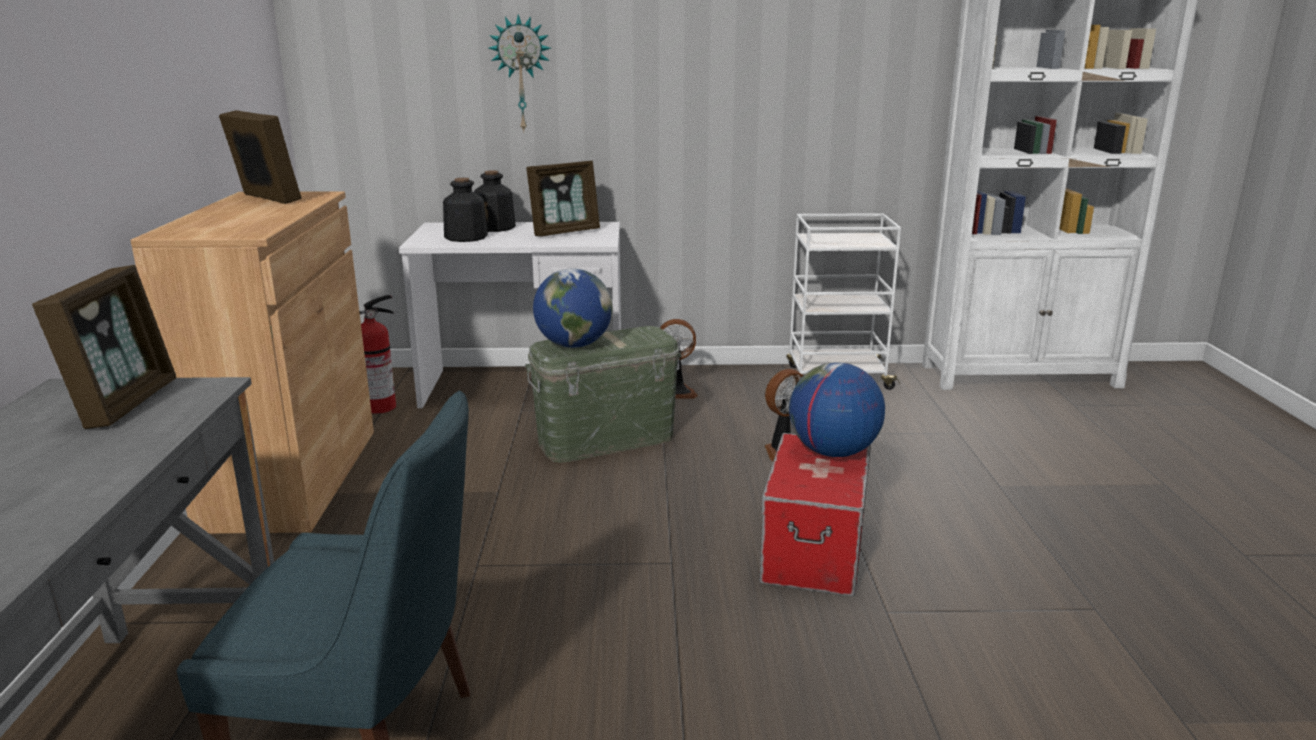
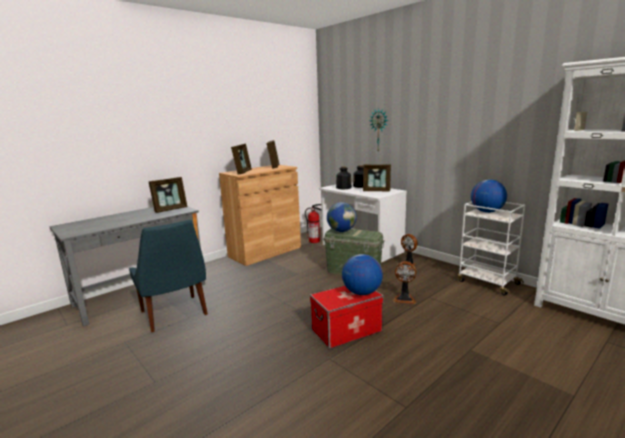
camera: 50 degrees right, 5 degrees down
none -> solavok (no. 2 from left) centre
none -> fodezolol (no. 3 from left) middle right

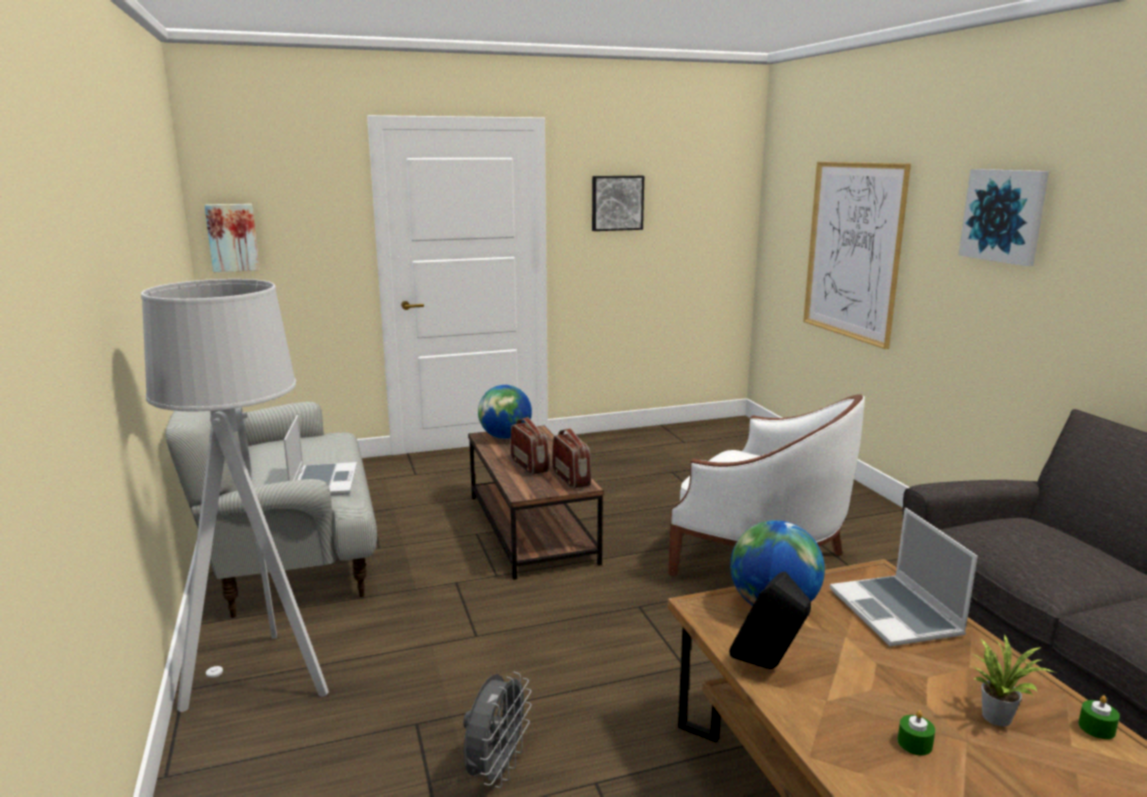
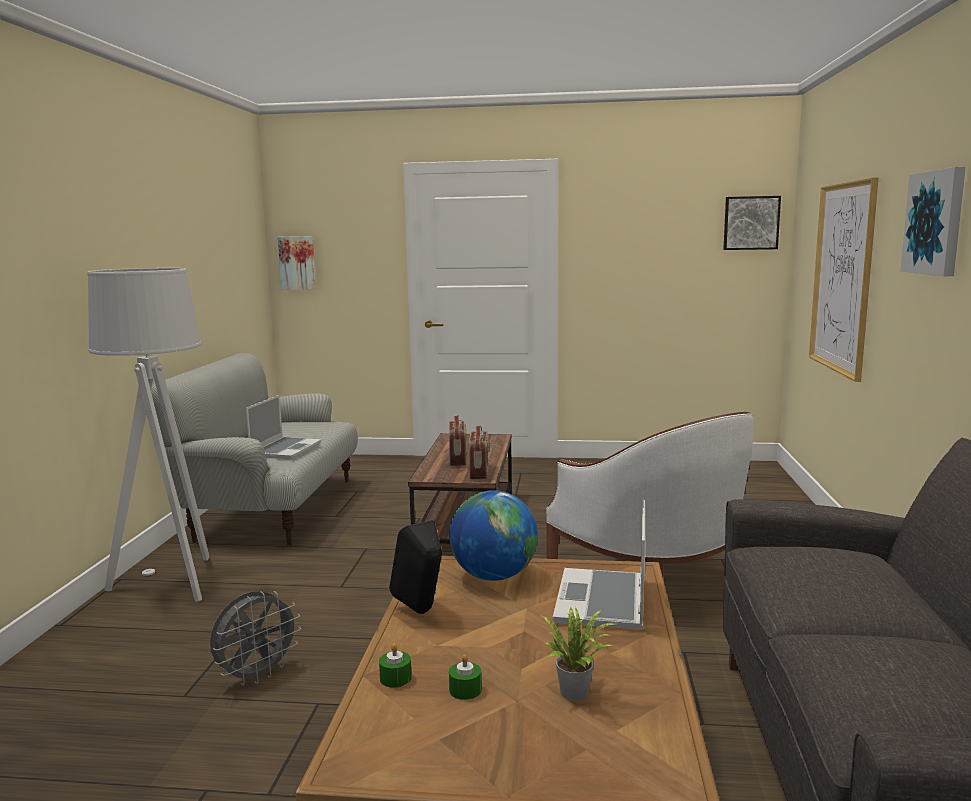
camera: 25 degrees right, 5 degrees down
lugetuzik (no. 2 from left) top centre -> lugetuzik (no. 2 from left) top right, shifted
fodezolol (no. 1 from left) centre -> none
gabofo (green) (no. 2 from left in the first image) bottom right -> gabofo (green) (no. 1 from left) bottom centre, shifted

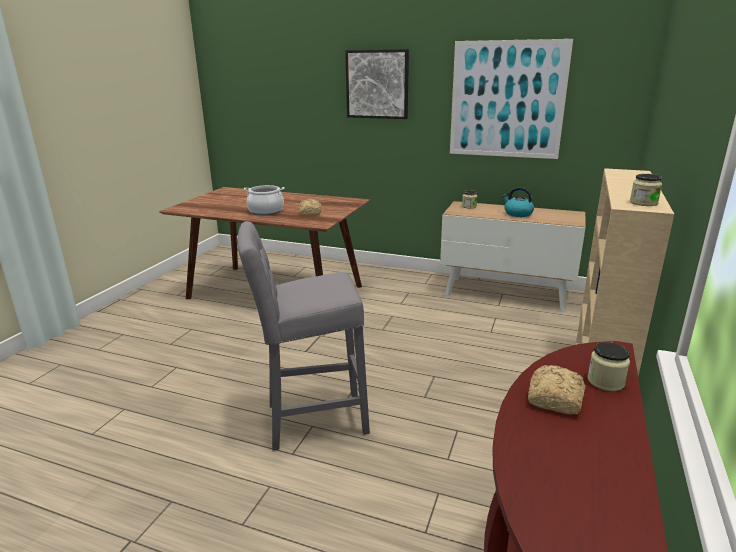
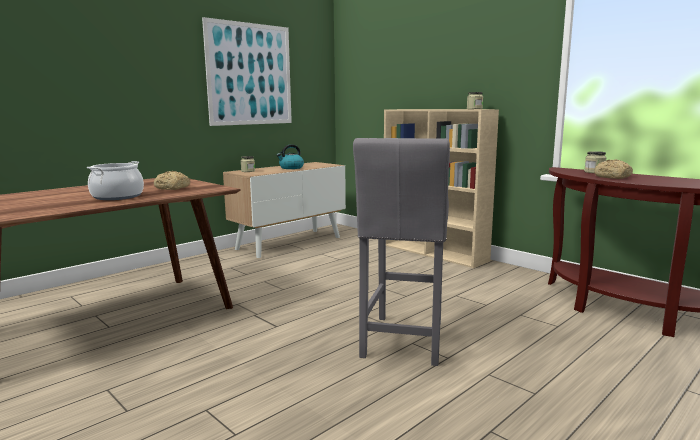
camera: 65 degrees left, 10 degrees down
lugetuzik (no. 1 from left) top centre -> none

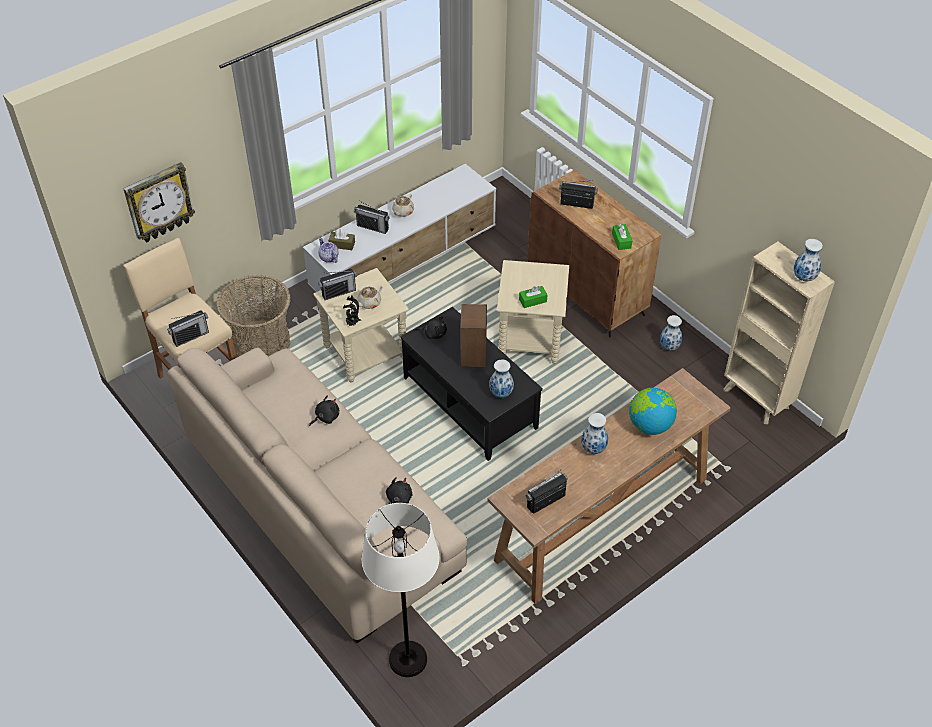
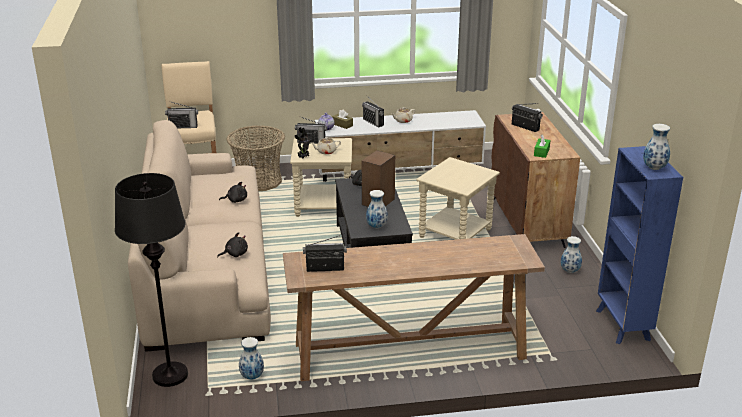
camera: 30 degrees right, 20 degrees down
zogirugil top left -> none
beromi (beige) middle right -> beromi (blue) middle right
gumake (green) (no. 1 from left) centre -> none
fodezolol middle right -> none
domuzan (no. 2 from left in the first image) centre -> domuzan (no. 1 from left) bottom centre, shifted
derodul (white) bottom centre -> derodul (black) bottom left

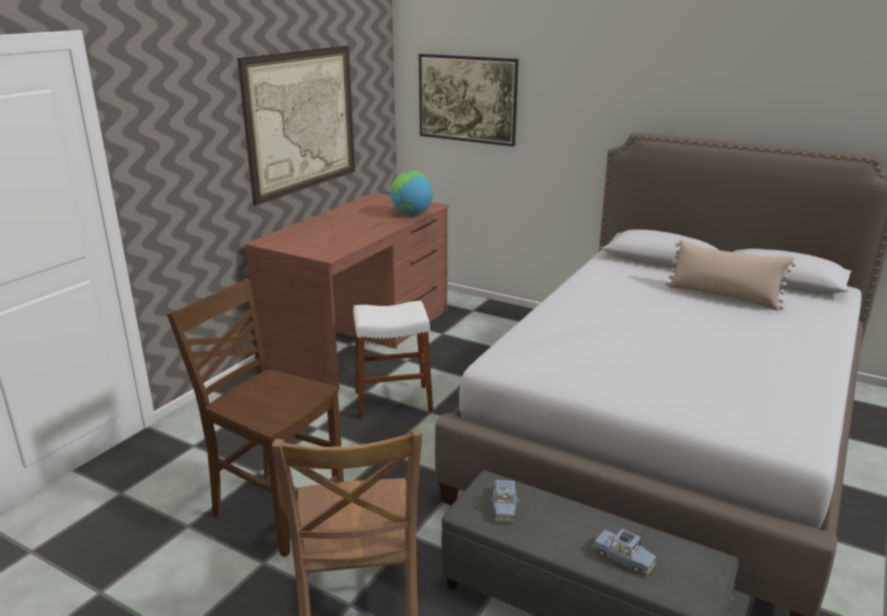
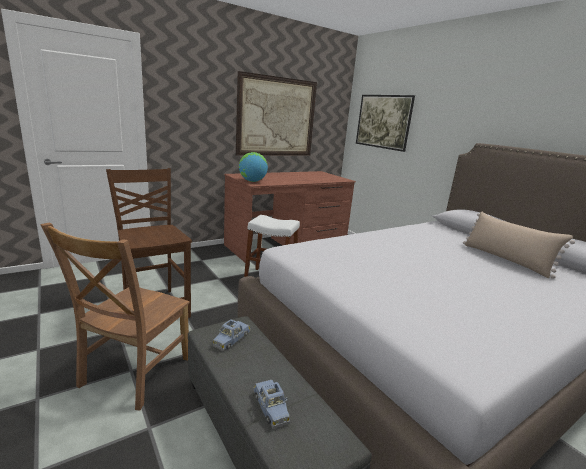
camera: 25 degrees right, 5 degrees down
fodezolol top centre -> fodezolol centre, shifted

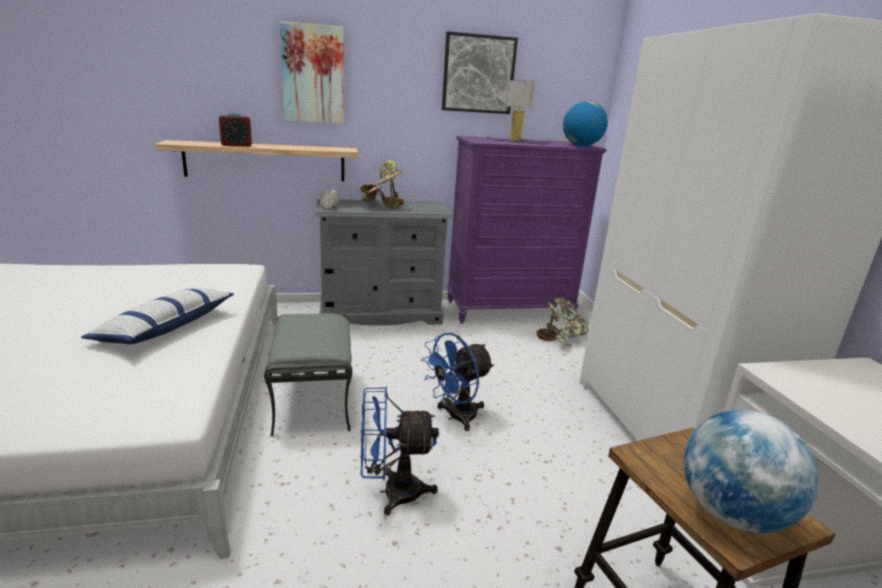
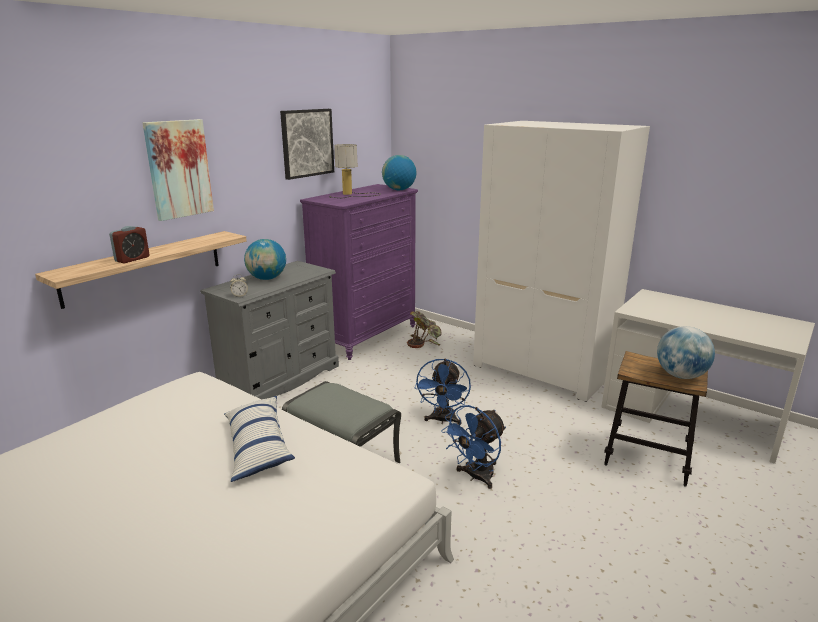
camera: 40 degrees left, 0 degrees up
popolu (no. 1 from left) top centre -> fodezolol (no. 1 from left) middle left

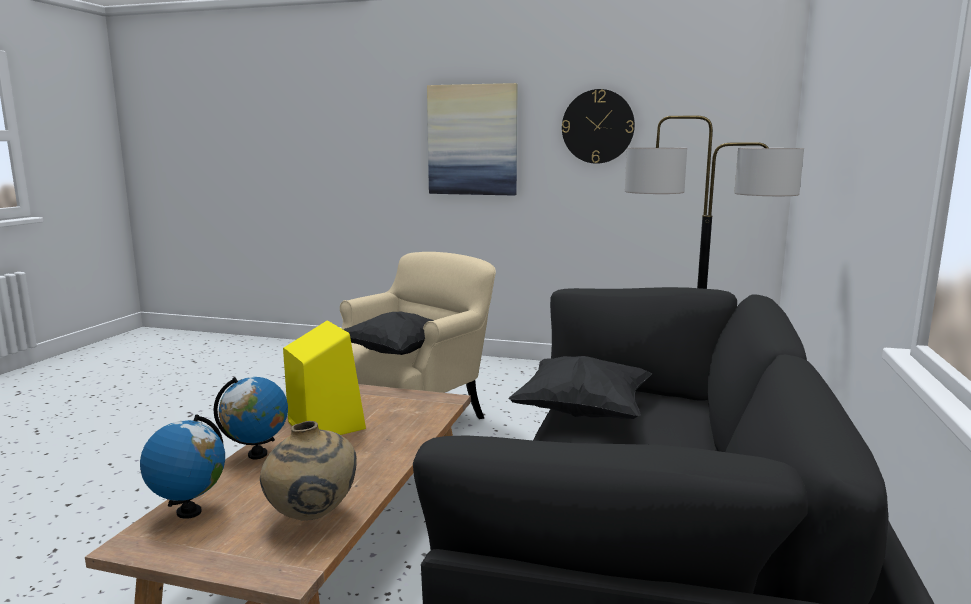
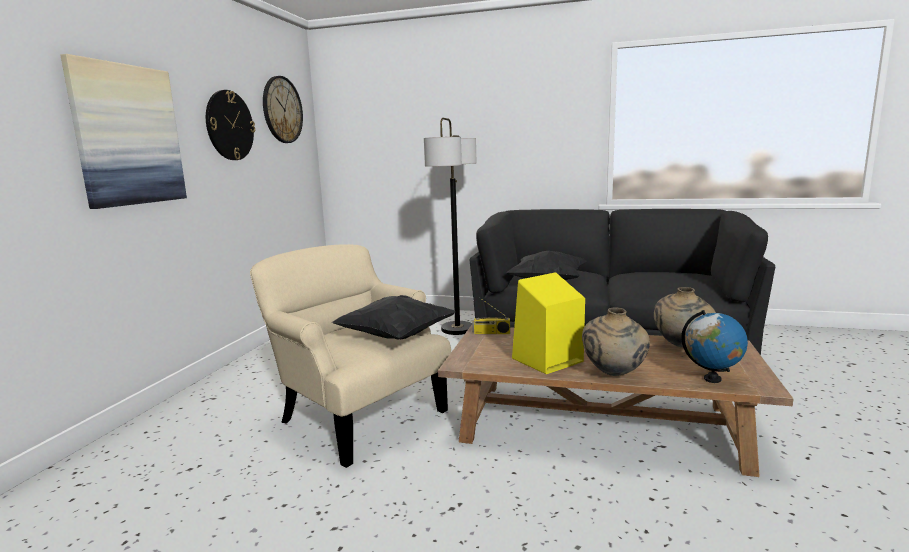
camera: 90 degrees left, 0 degrees up
fodezolol (no. 2 from left) bottom left -> domuzan (beige) (no. 1 from left) middle right
none -> zogirugil (no. 2 from left) top left
none -> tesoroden centre

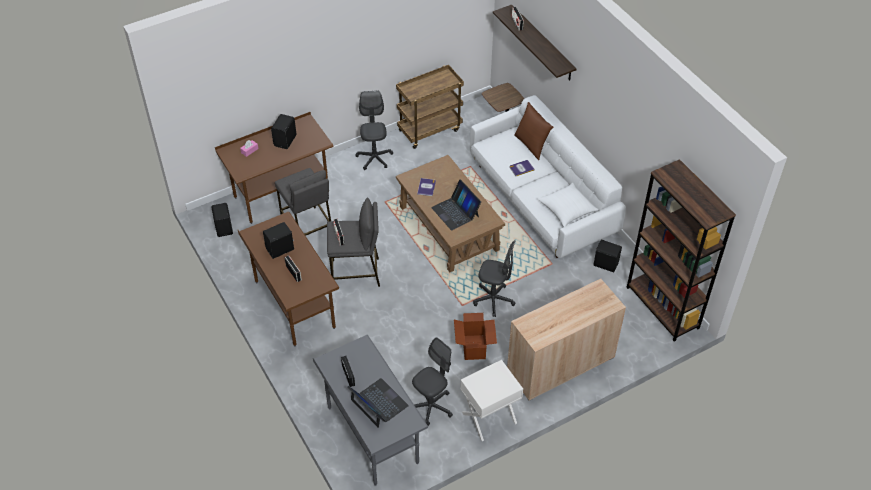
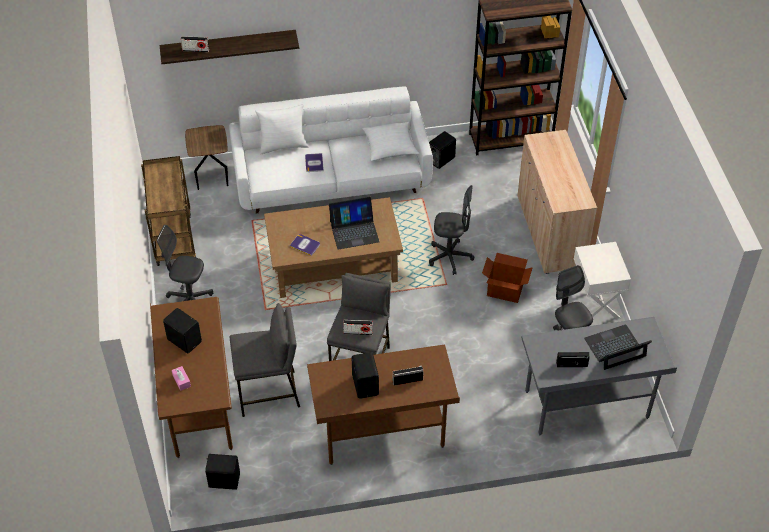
camera: 70 degrees left, 0 degrees up
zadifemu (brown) top centre -> zadifemu (white) (no. 1 from left) top centre
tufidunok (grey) (no. 3 from left in the first image) centre -> tufidunok (grey) (no. 2 from left) centre, 60 degrees clockwise

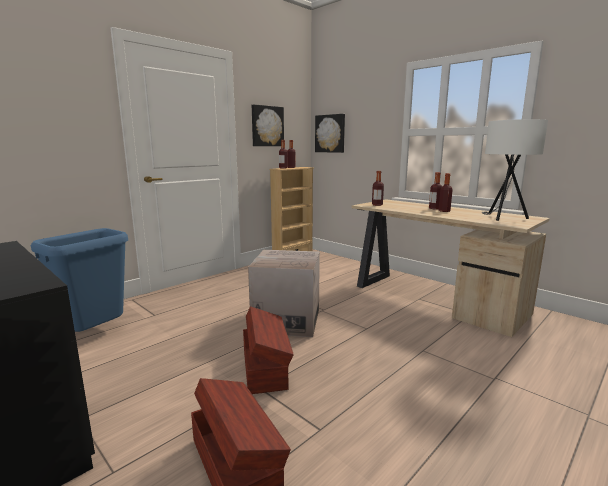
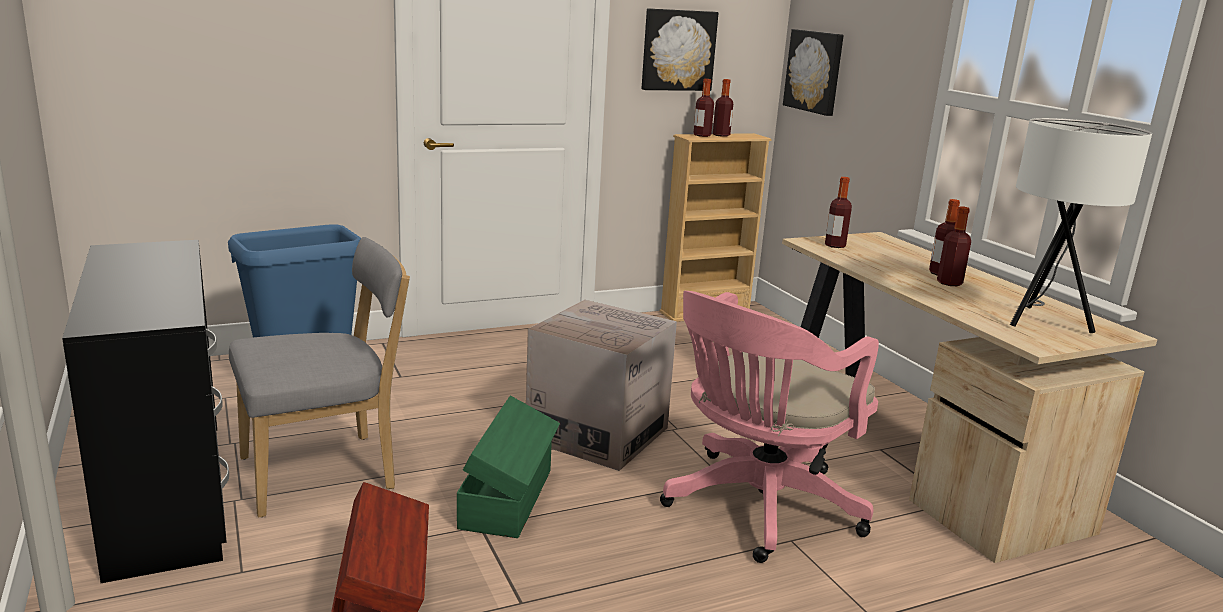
camera: 20 degrees right, 5 degrees up
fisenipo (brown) (no. 2 from left) bottom centre -> fisenipo (green) bottom centre
none -> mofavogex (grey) middle left
none -> tufidunok (pink) bottom centre

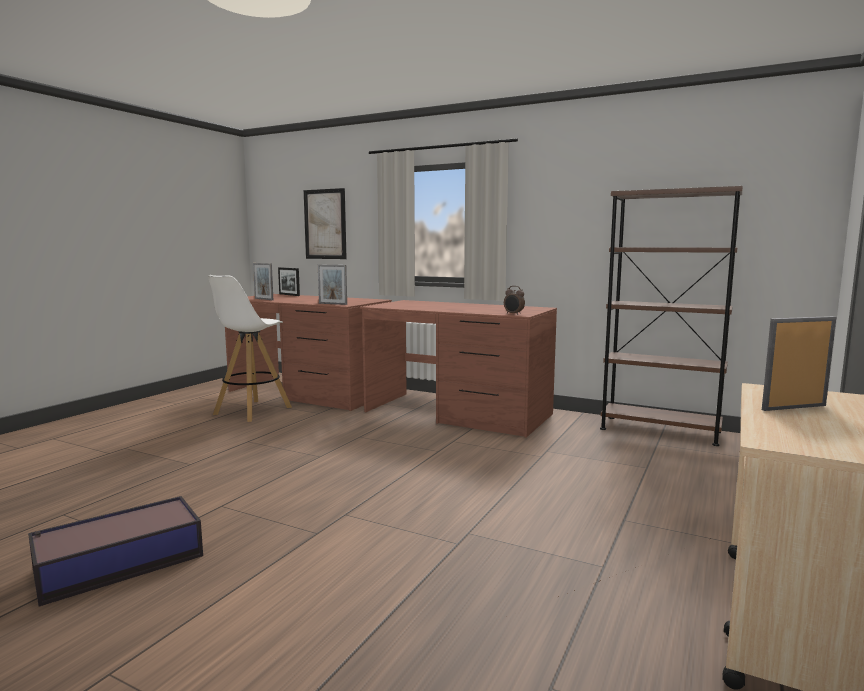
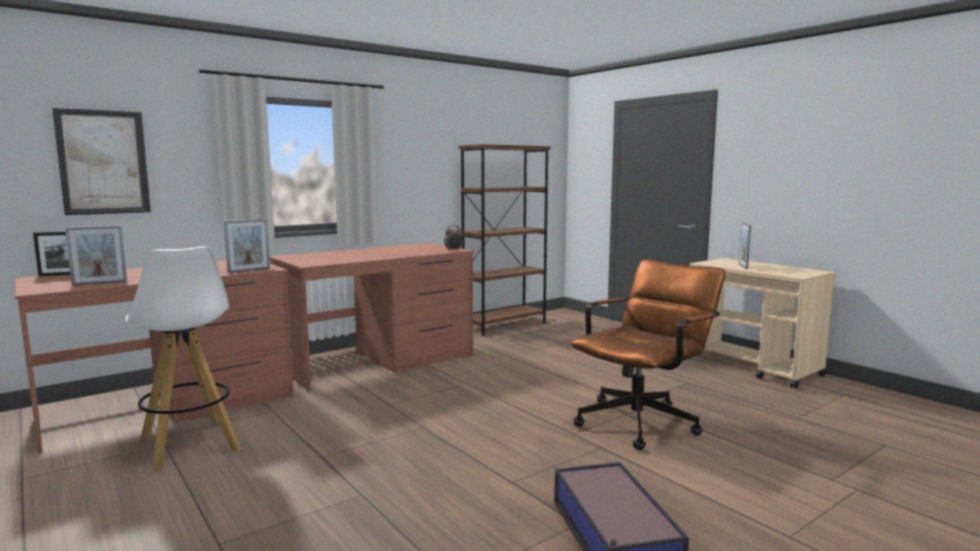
camera: 65 degrees left, 0 degrees up
none -> tufidunok (brown) centre

